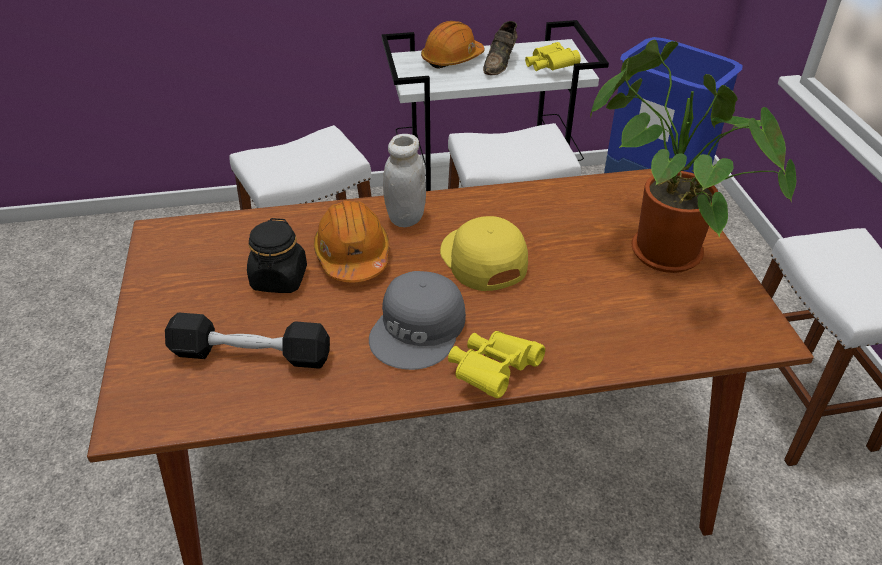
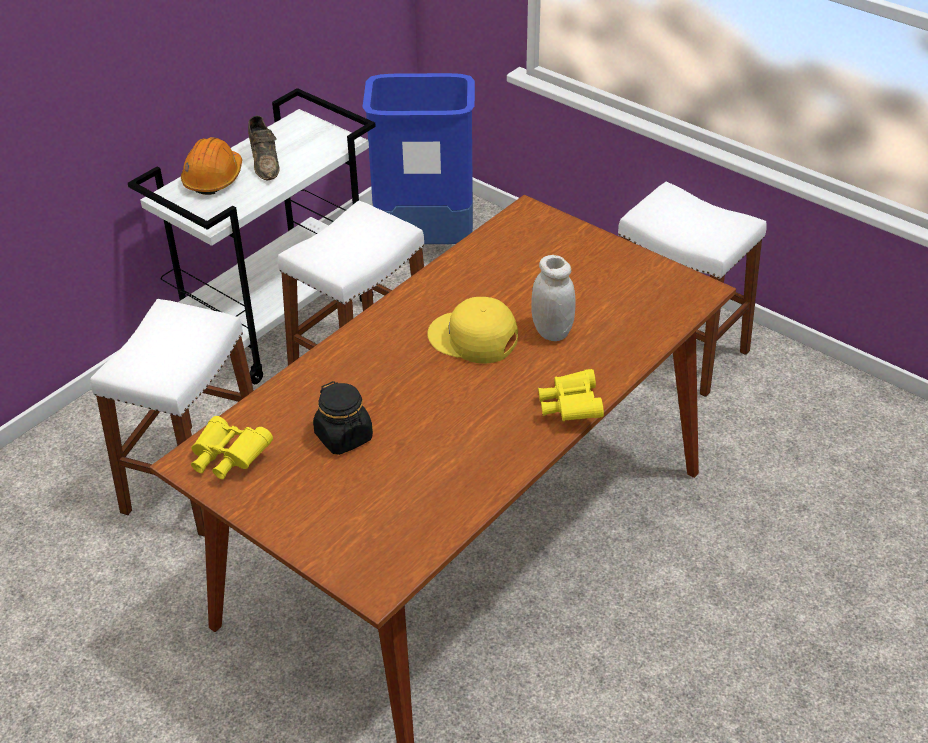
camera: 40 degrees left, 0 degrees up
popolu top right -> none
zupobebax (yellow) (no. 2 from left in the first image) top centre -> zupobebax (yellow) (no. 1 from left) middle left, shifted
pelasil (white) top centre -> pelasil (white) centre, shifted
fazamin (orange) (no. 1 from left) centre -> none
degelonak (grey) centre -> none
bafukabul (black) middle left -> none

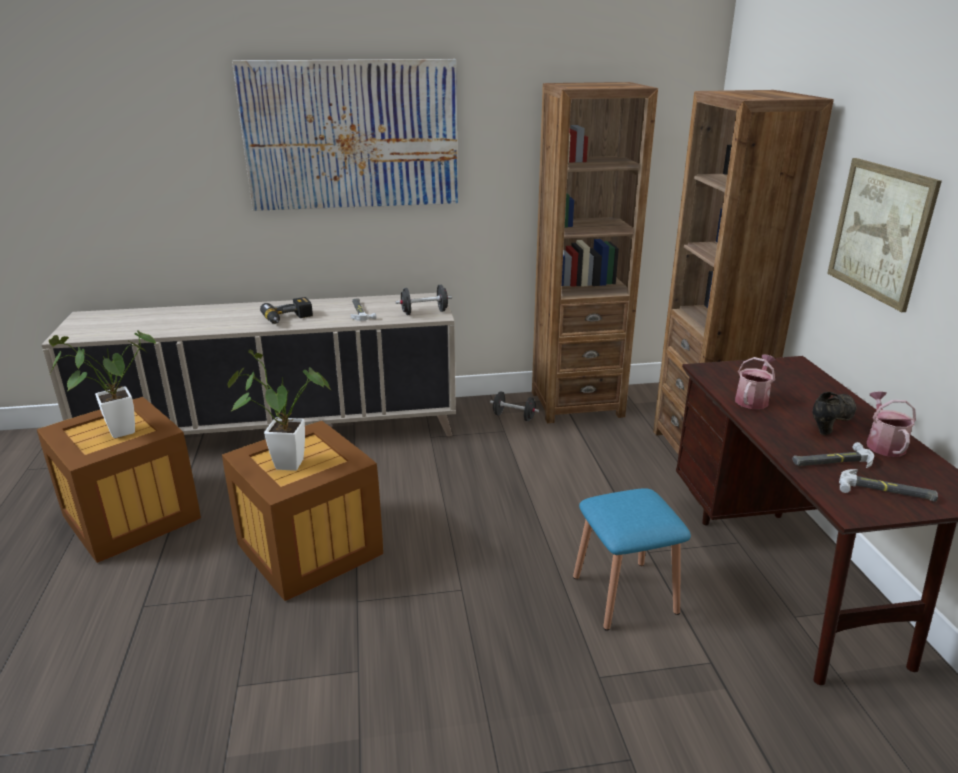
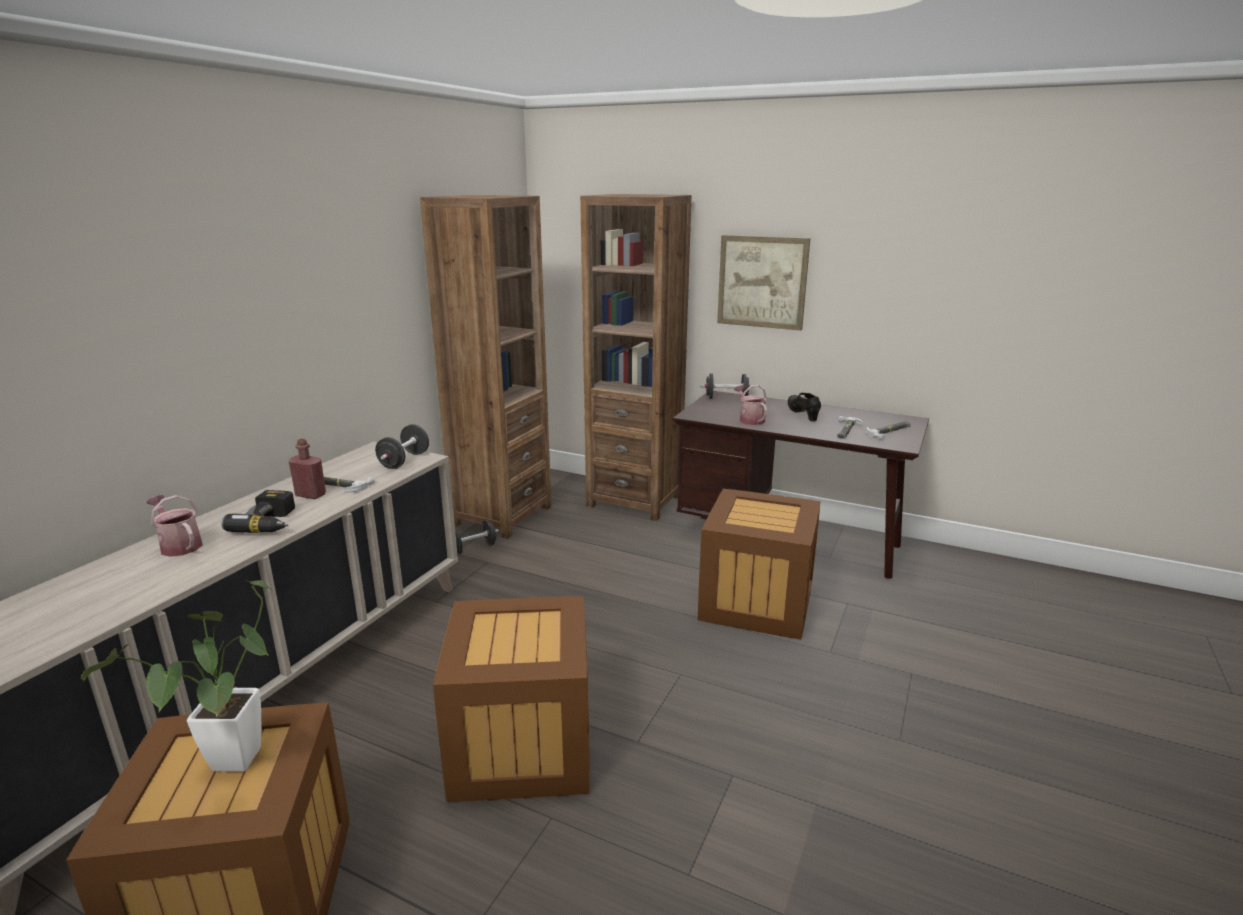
camera: 55 degrees left, 5 degrees down
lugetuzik (no. 1 from left) top centre -> none
popolu (no. 2 from left) middle left -> none
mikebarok (no. 2 from left in the first image) middle right -> mikebarok (no. 1 from left) middle left, shifted
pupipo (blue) bottom centre -> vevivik (no. 3 from left) centre
none -> bafukabul (black) (no. 3 from left) centre
none -> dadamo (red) middle left

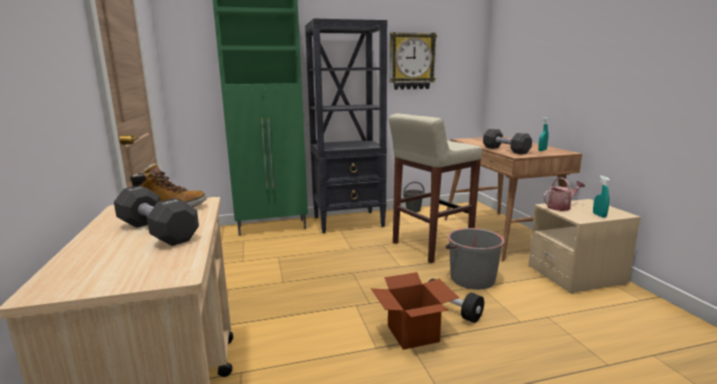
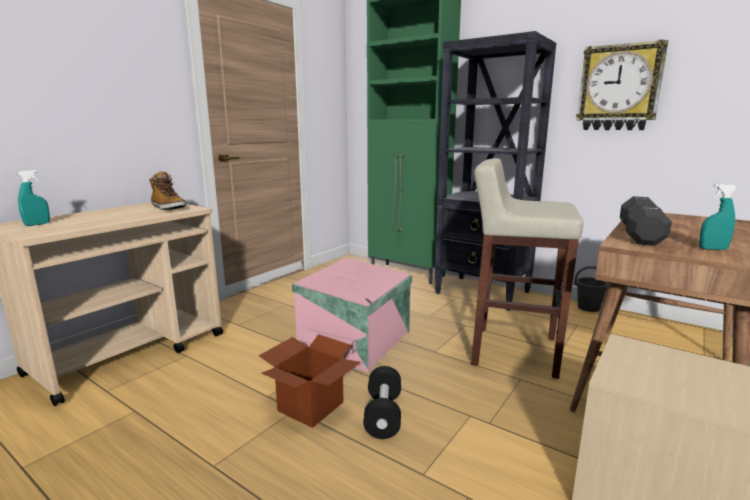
camera: 50 degrees right, 0 degrees up
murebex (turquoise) (no. 2 from left in the first image) middle right -> murebex (turquoise) (no. 1 from left) middle left, shifted
mikebarok middle right -> none
bafukabul (black) (no. 1 from left) middle left -> none
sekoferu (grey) (no. 2 from left) bottom centre -> none
none -> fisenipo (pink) centre

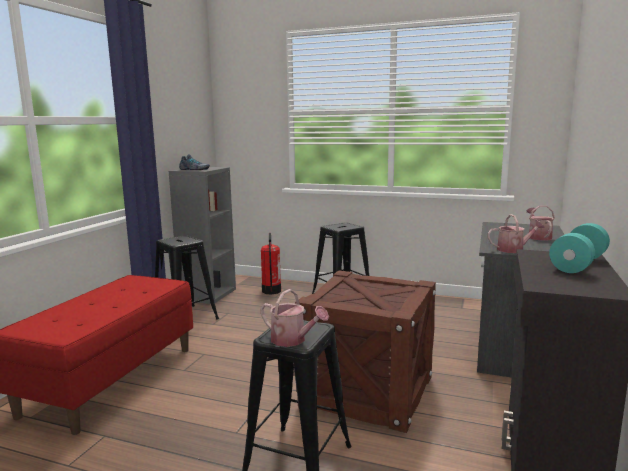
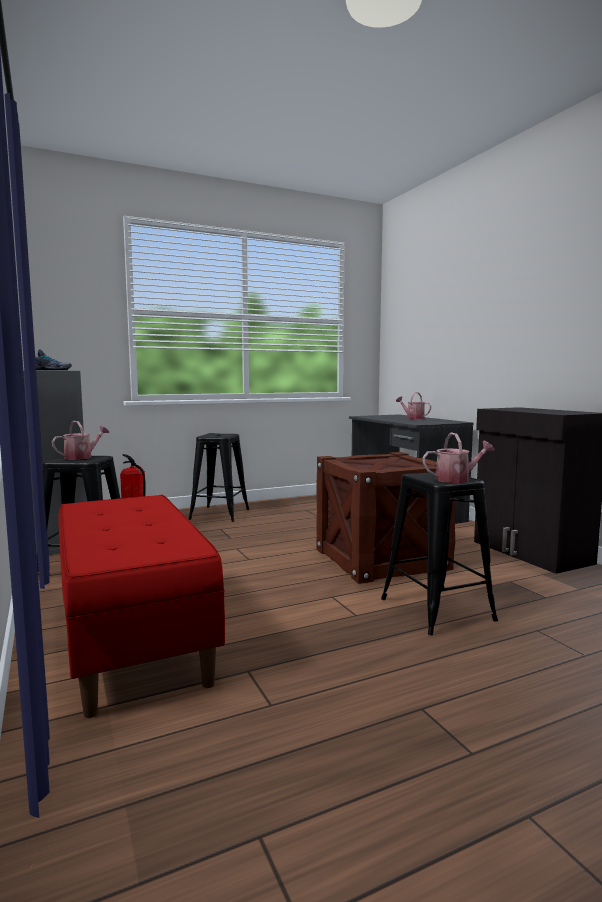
camera: 45 degrees left, 5 degrees down
mikebarok (no. 2 from left in the first image) middle right -> mikebarok (no. 1 from left) middle left, shifted
bafukabul (turquoise) middle right -> none

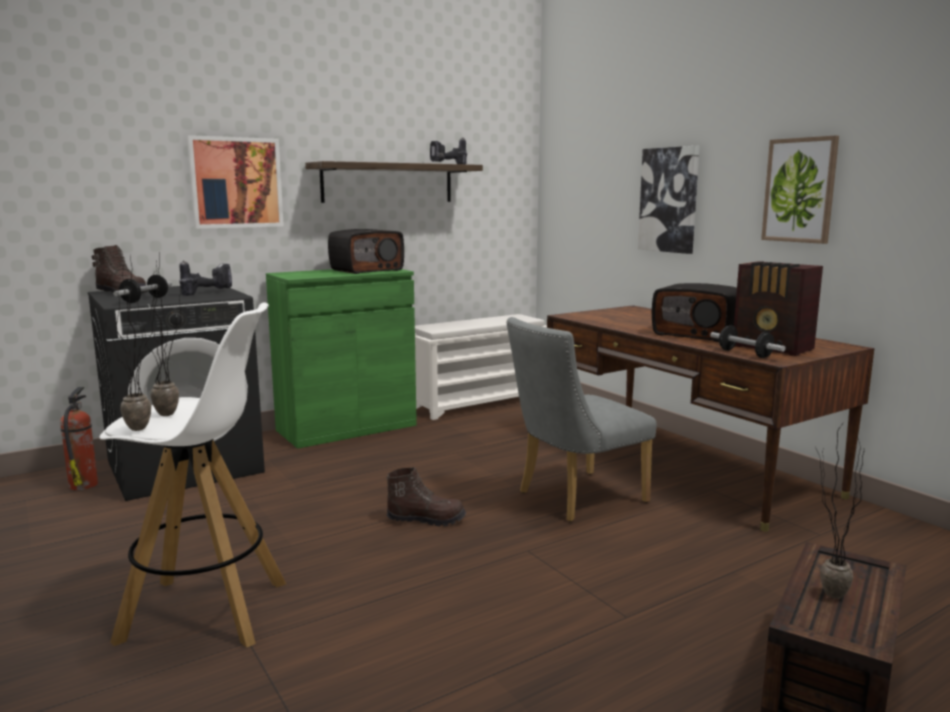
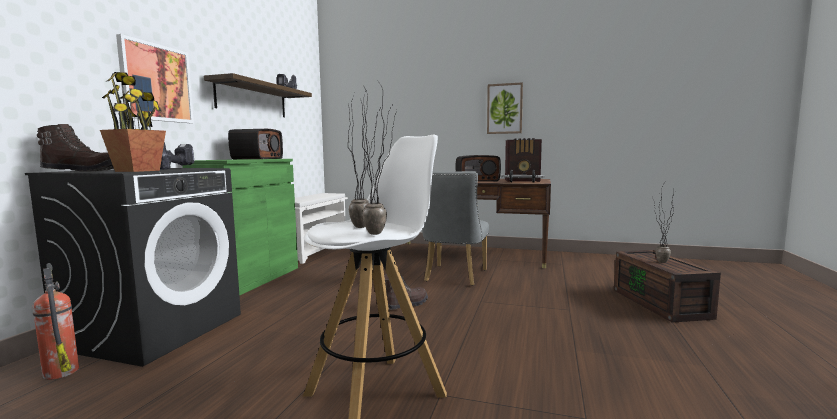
camera: 40 degrees left, 5 degrees down
lugetuzik (no. 2 from left) top right -> none
bafukabul (no. 1 from left) middle left -> popolu (no. 1 from left) top left

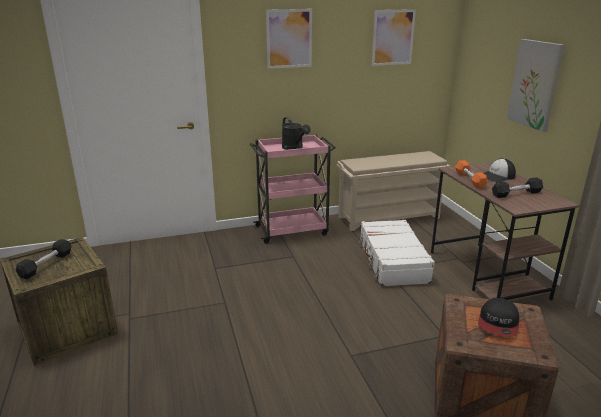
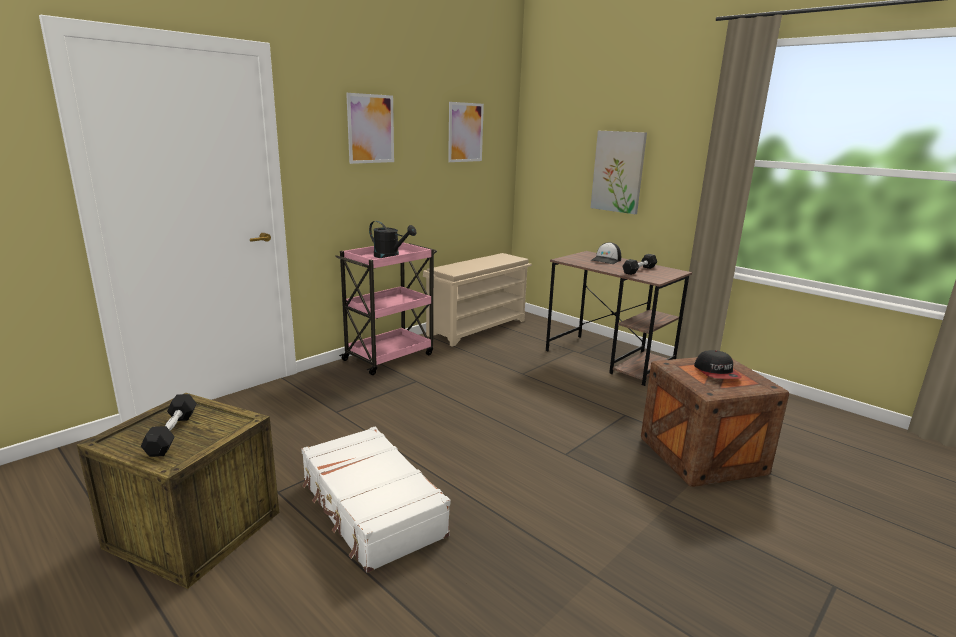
camera: 30 degrees left, 5 degrees down
bafukabul (orange) middle right -> none
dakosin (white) centre -> dakosin (white) bottom centre, shifted

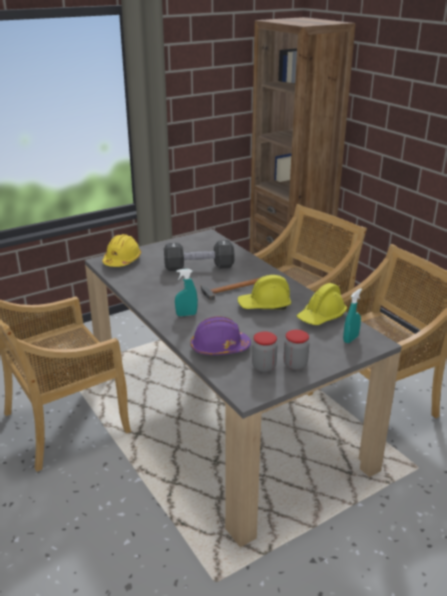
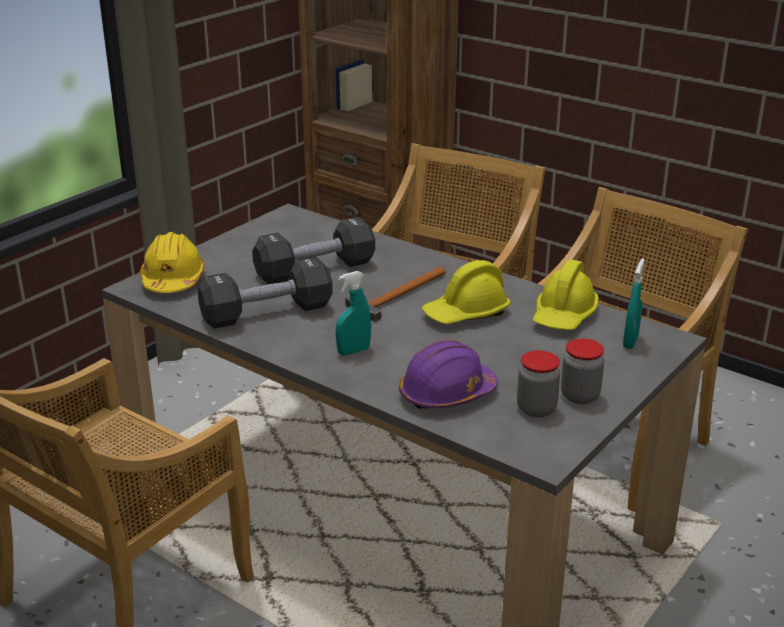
camera: 20 degrees left, 0 degrees up
none -> bafukabul (black) (no. 1 from left) centre

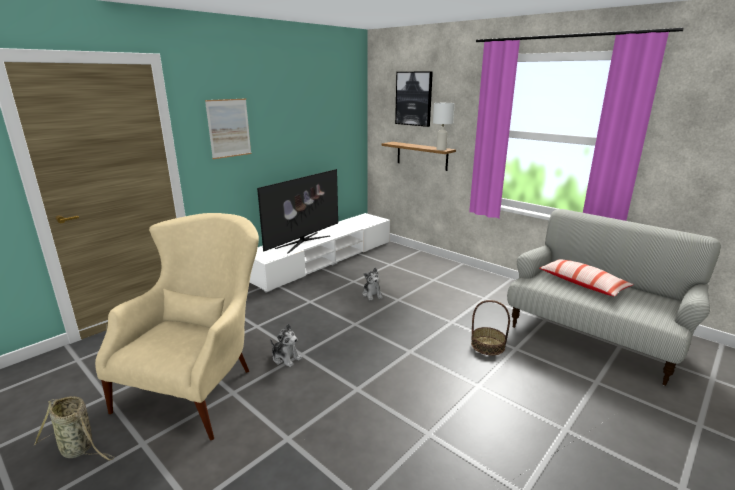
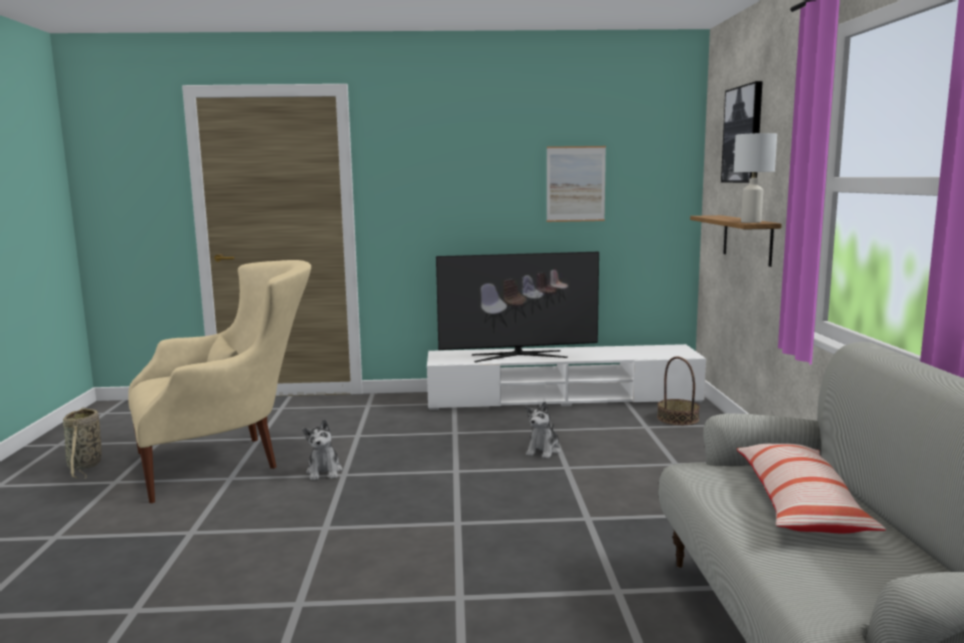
camera: 45 degrees right, 10 degrees down
lugetuzik (no. 1 from left) top left -> lugetuzik (no. 1 from left) top centre, shifted
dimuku (no. 2 from left) bottom right -> dimuku (no. 2 from left) middle right, shifted

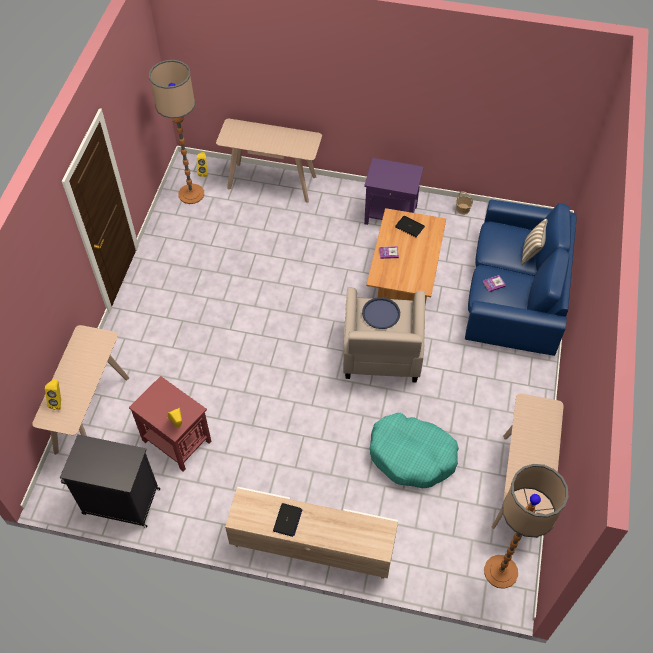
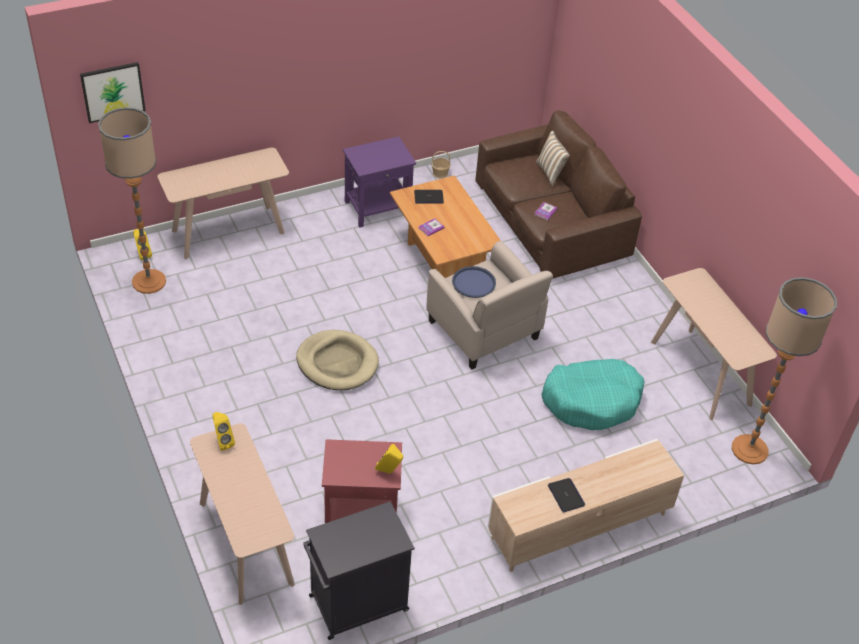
camera: 40 degrees left, 10 degrees down
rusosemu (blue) middle right -> rusosemu (brown) top centre
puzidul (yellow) (no. 1 from left in the first image) middle left -> puzidul (yellow) (no. 2 from left) bottom left, shifted
none -> lugetuzik top left
none -> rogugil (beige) centre

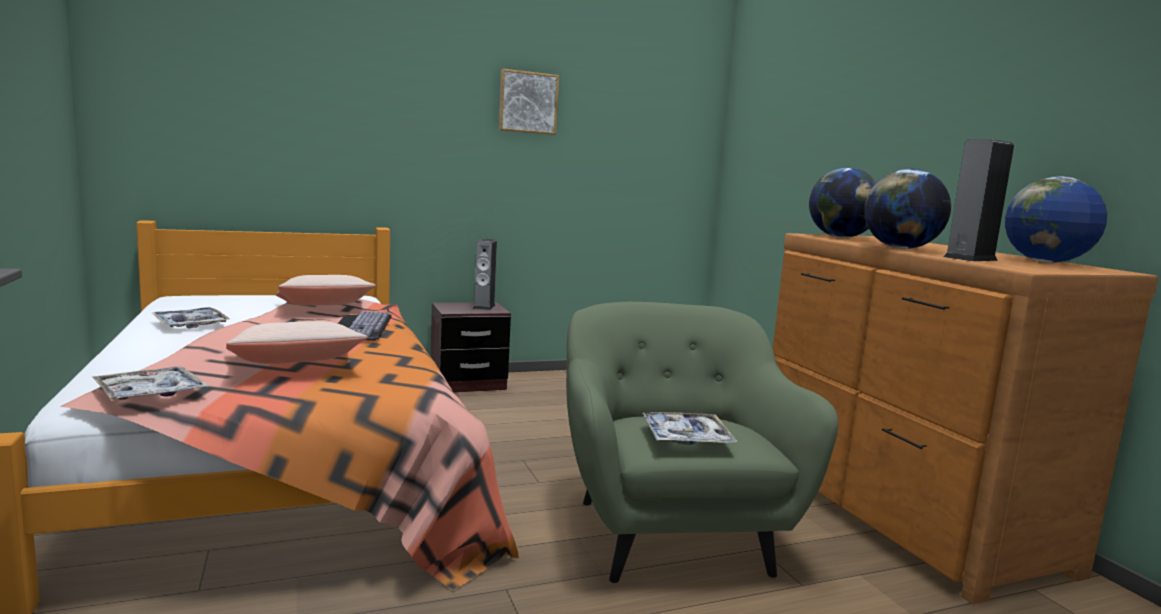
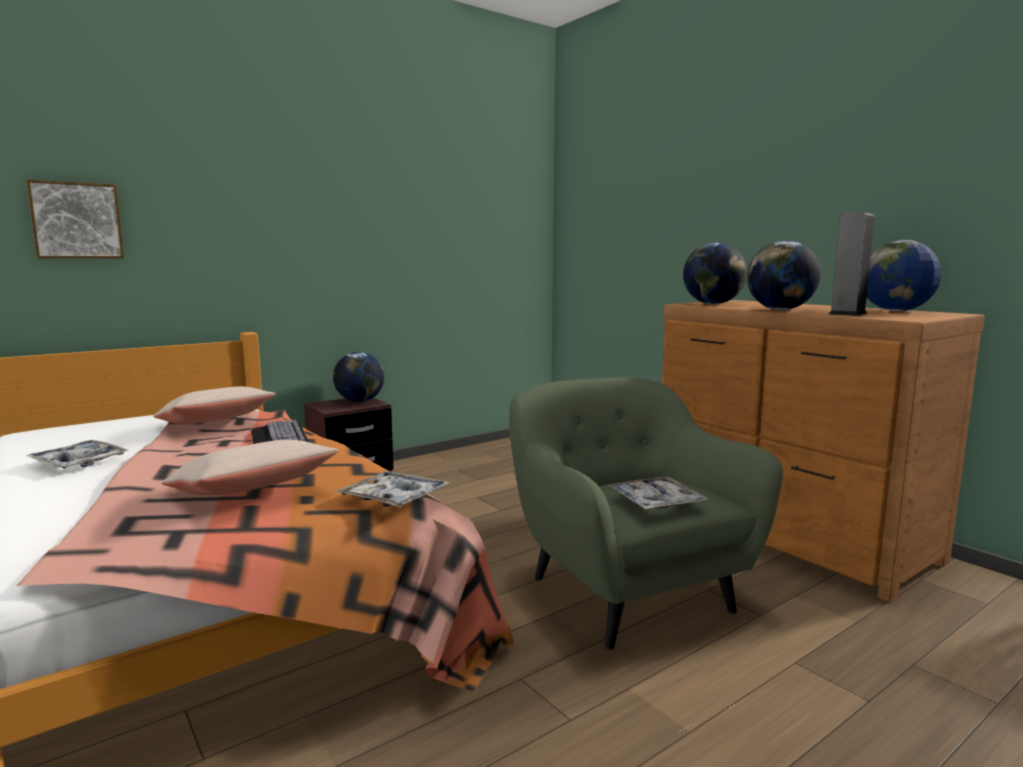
camera: 15 degrees left, 0 degrees up
lugetuzik top centre -> lugetuzik top left, shifted
puzidul (no. 1 from left) centre -> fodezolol (no. 1 from left) centre
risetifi (no. 1 from left in the first image) middle left -> risetifi (no. 2 from left) centre, shifted

